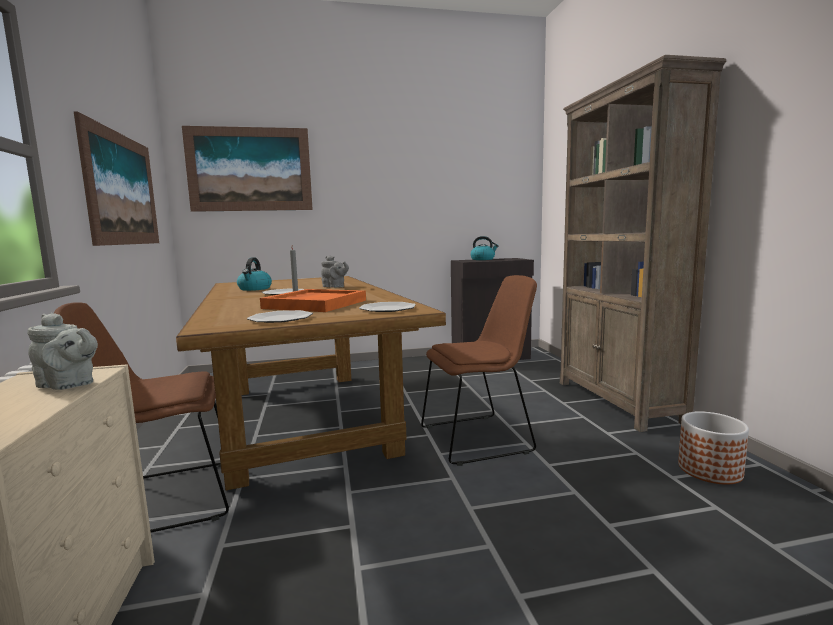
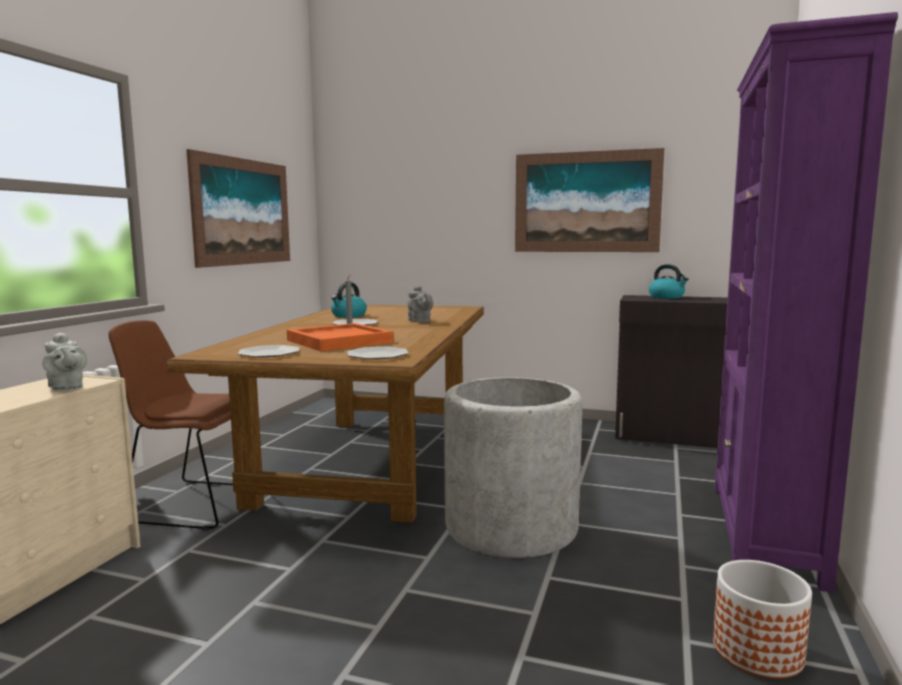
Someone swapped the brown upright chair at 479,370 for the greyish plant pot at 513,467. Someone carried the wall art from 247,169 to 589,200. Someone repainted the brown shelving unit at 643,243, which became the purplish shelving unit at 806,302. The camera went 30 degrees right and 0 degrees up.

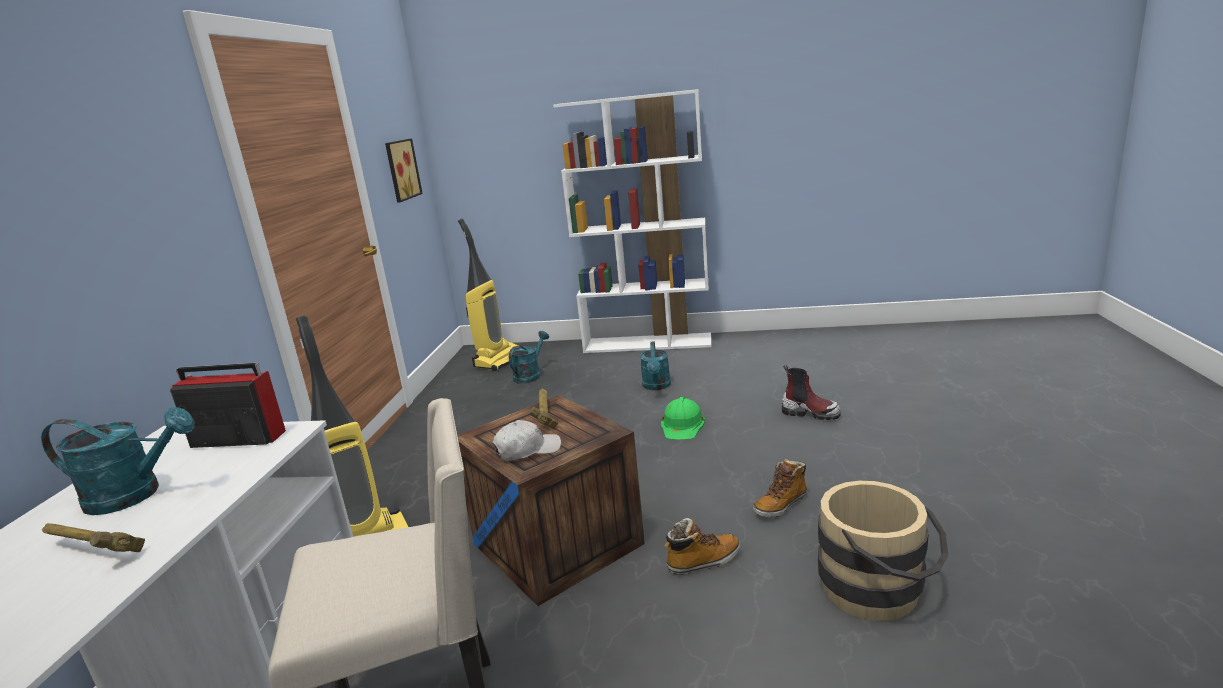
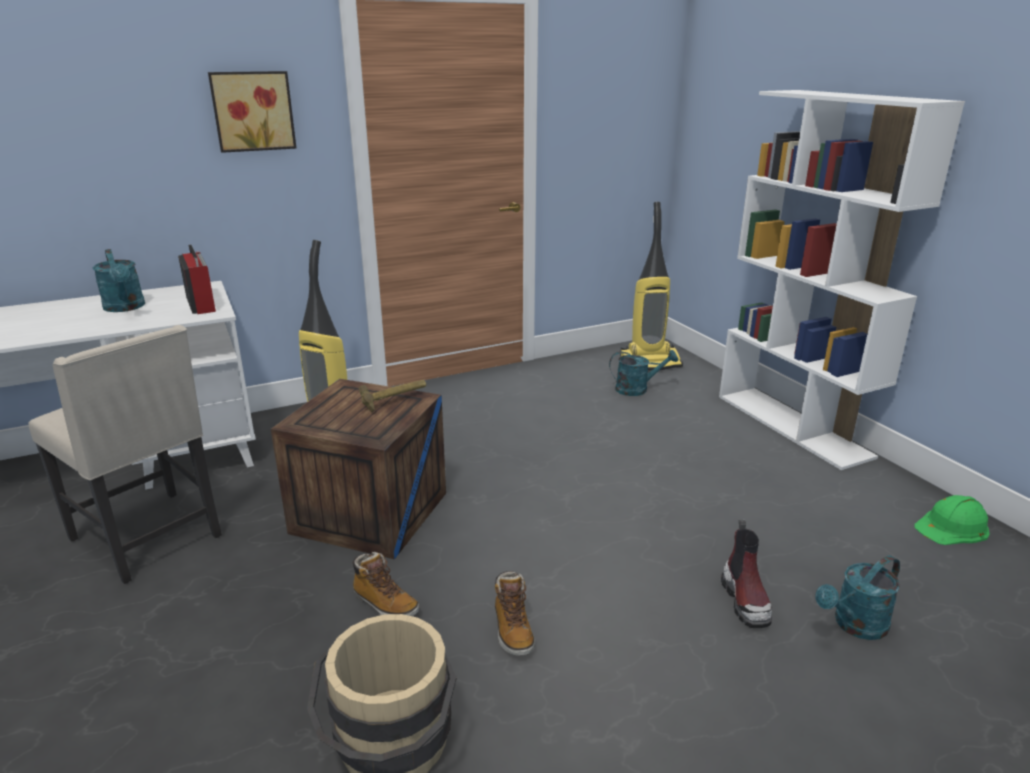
Someone carried the wall art from 404,171 to 252,112. Someone rotated the high-top boot at 780,488 by 120 degrees counterclockwise. Someone carried the turquoise-coloured sprinkling can from 655,365 to 858,597. Someone carried the greenish hard hat from 683,418 to 952,520. Someone took away the tool hammer at 93,537. Someone took away the white cap at 527,440. The camera went 55 degrees right and 5 degrees up.

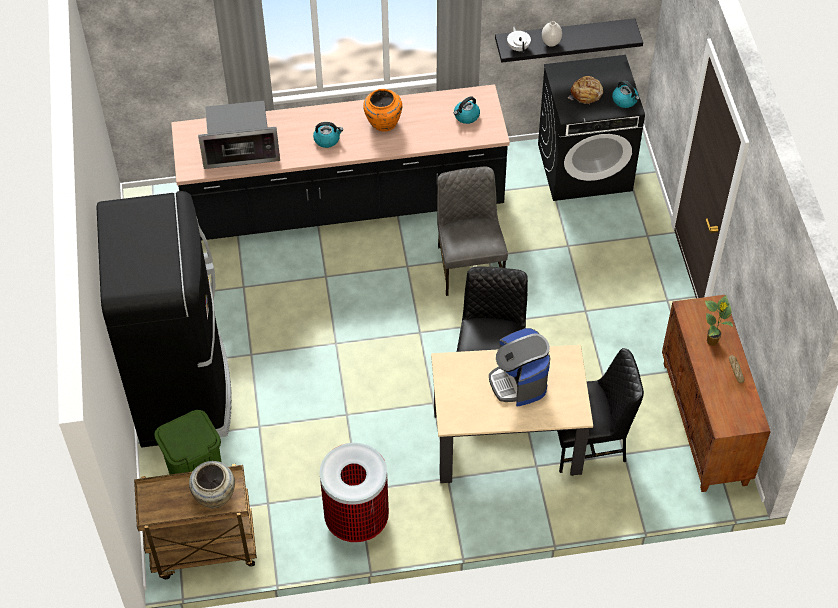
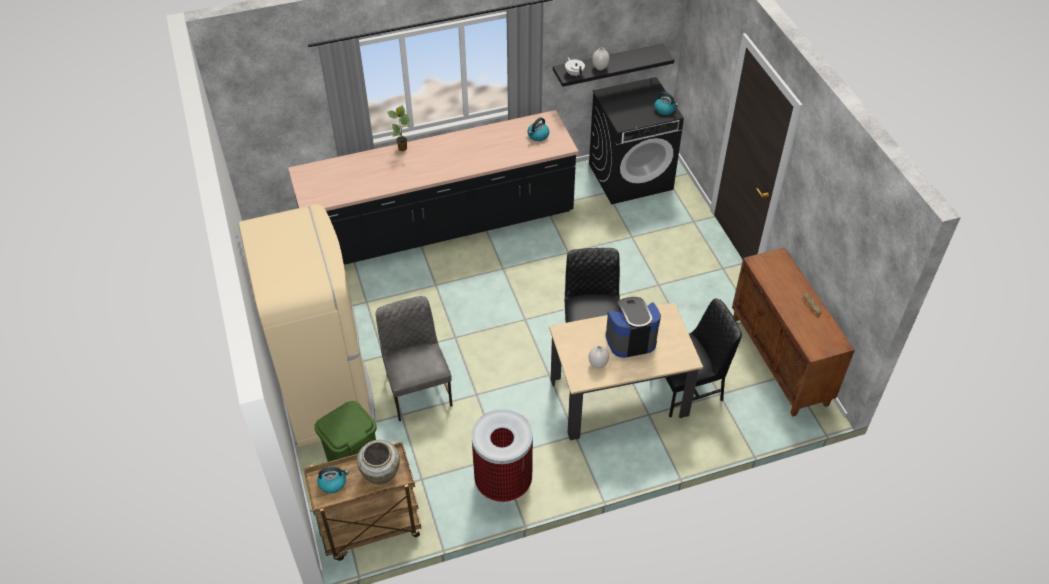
Someone repainted the black fridge at 164,319, which became the sand-coloured fridge at 306,325. Someone carried the water kettle from 328,135 to 333,479. Someone carried the greyish upright chair from 472,231 to 414,358. Someone carried the plant in a pot from 719,320 to 399,127. Someone put down the white flower vase at 599,356. Someone rotated the coffee maker at 519,367 by 105 degrees clockwise. Someone took away the microwave oven at 239,135. Someone took away the orangey flower vase at 382,110. Someone took away the baked bread at 585,90. The camera went 10 degrees left and 5 degrees down.

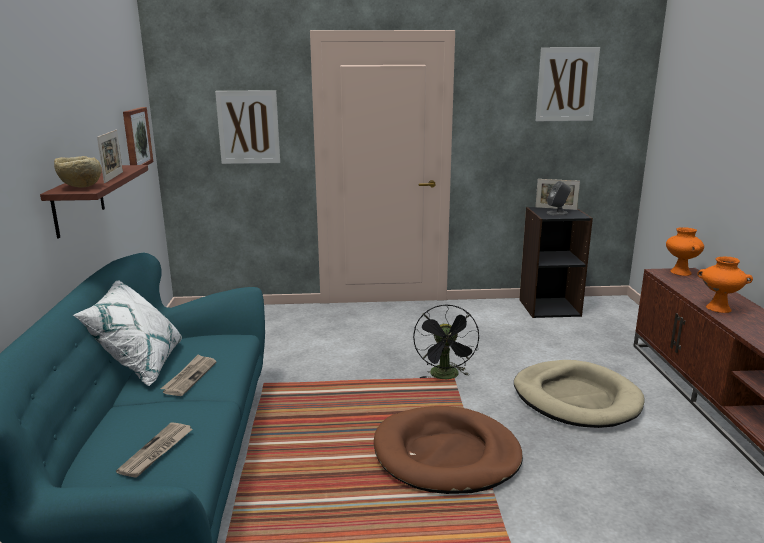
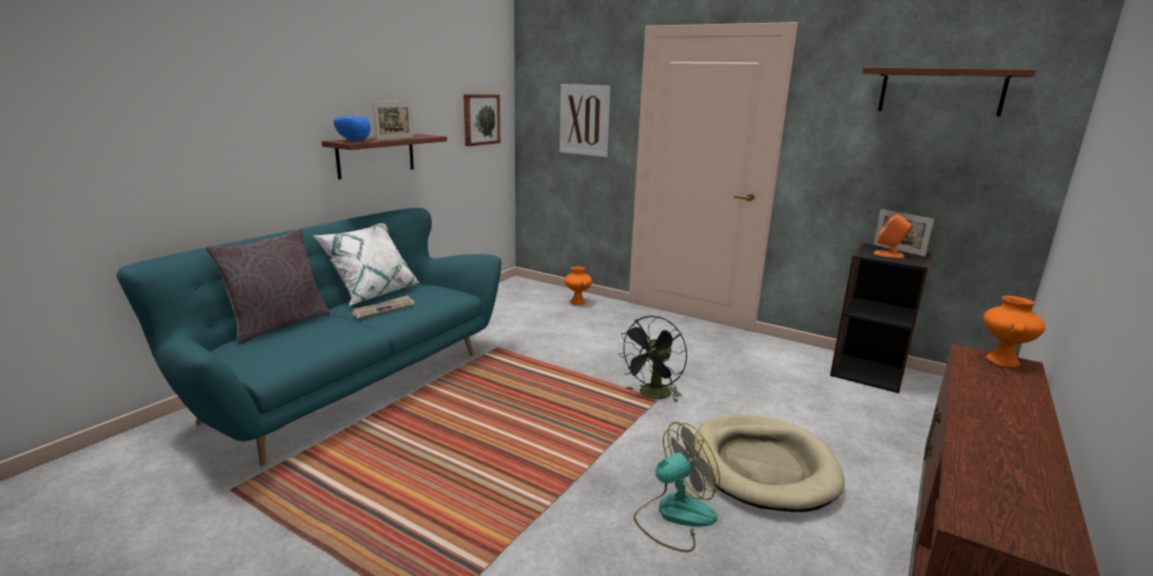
Someone put down the greyish throw pillow at 267,286. Someone repainted the sand-coloured serving bowl at 78,172, which became the bluish serving bowl at 352,128. Someone carried the orangey flower vase from 725,285 to 578,286. Someone put down the cooling fan at 677,487. Someone swapped the wall art at 568,84 for the wall shelf at 949,91. Someone repainted the greyish speaker at 559,198, which became the orangey speaker at 893,236. Someone took away the newspaper at 154,450. Someone took away the brown pet bed at 448,450. The camera went 35 degrees right and 0 degrees up.

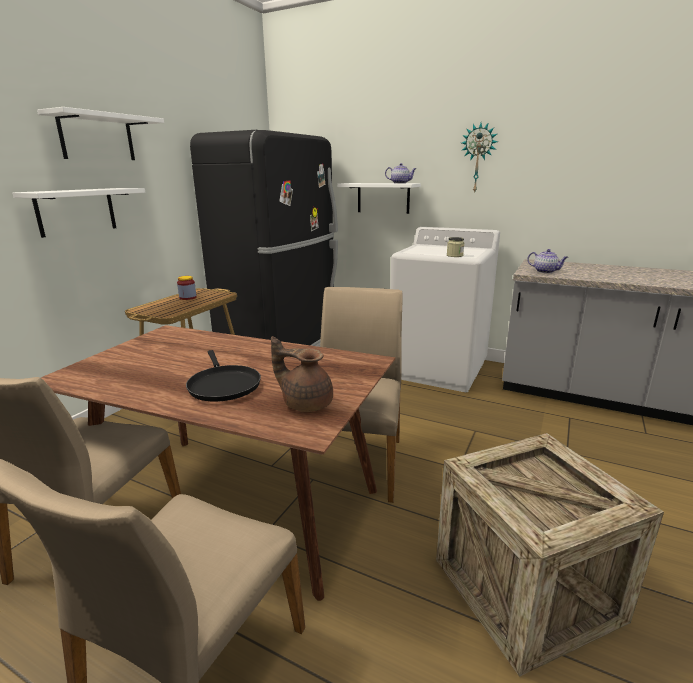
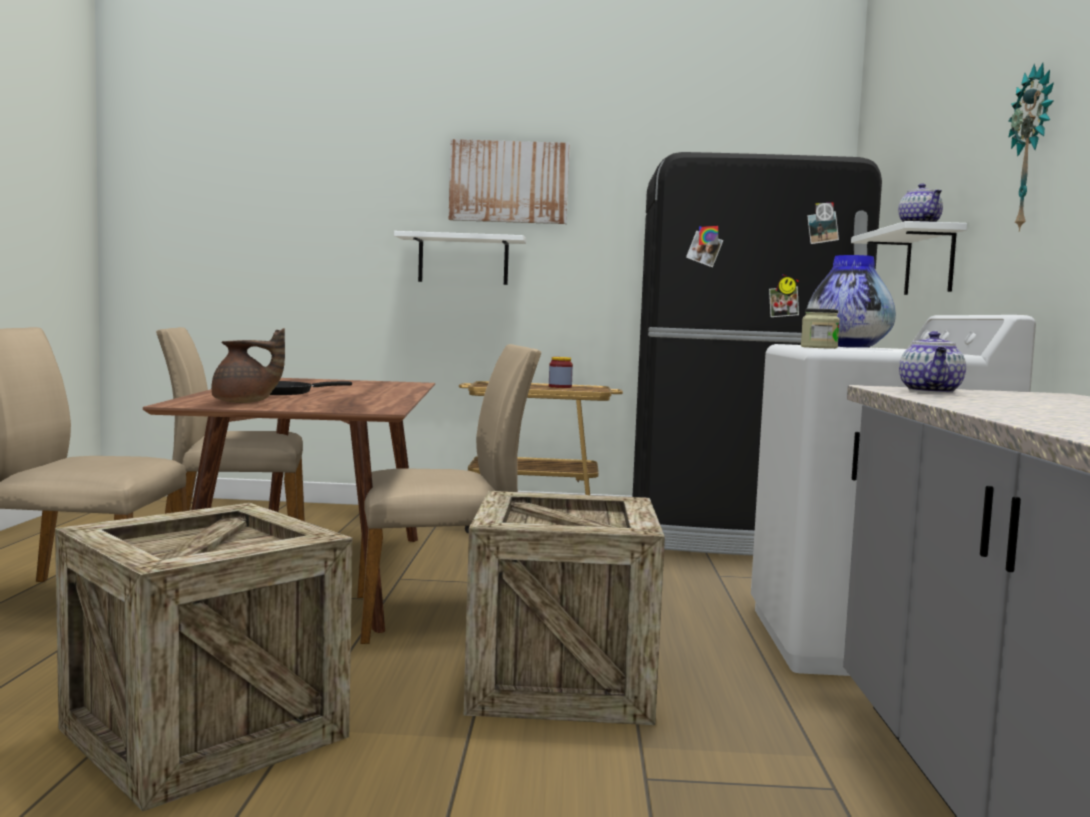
Someone rotated the brown teapot at 302,374 by 90 degrees clockwise. Someone swapped the white wall shelf at 100,133 for the wall art at 509,181. Someone put down the crate at 564,608. Someone put down the flower vase at 851,301. The camera went 65 degrees right and 15 degrees down.

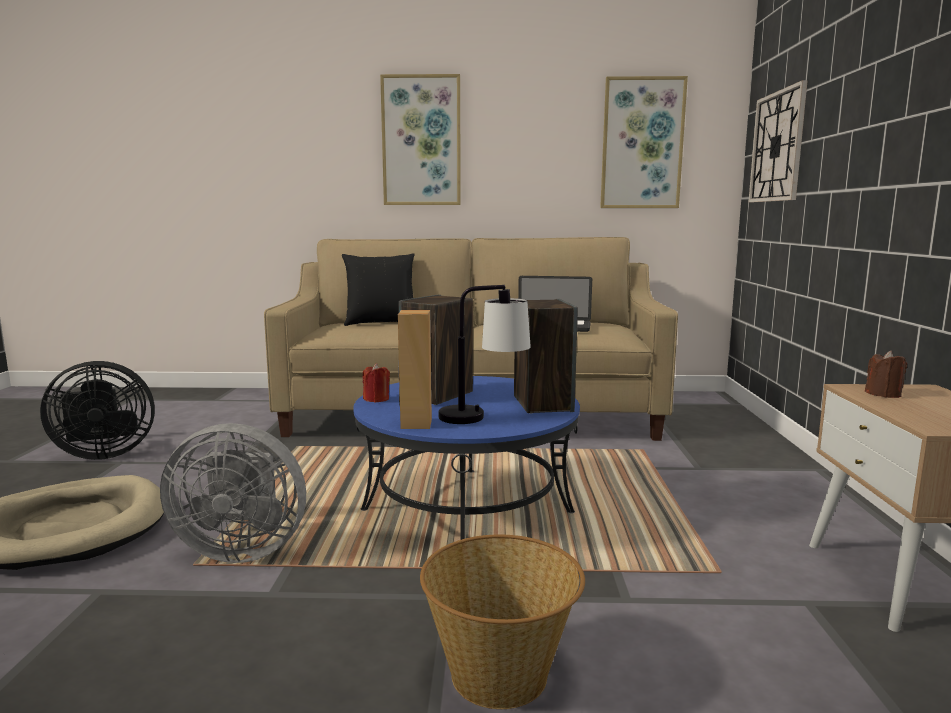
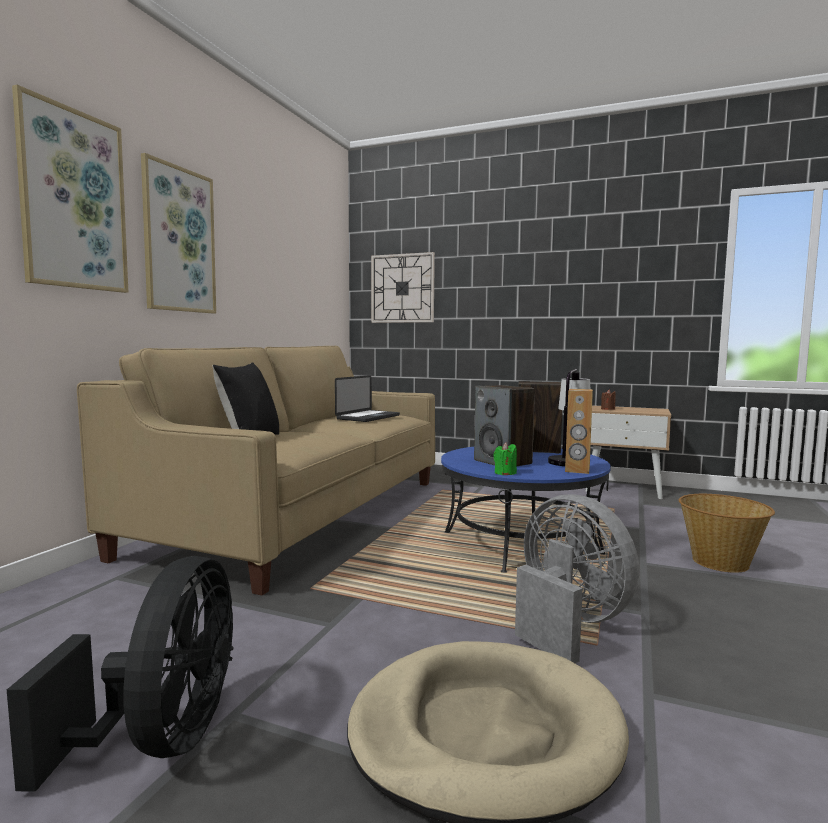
Someone carried the wall art from 644,142 to 70,189. Someone repainted the red wax light at 376,383, which became the greenish wax light at 505,459. Someone rotated the greyish cooling fan at 233,493 by 60 degrees counterclockwise. The camera went 70 degrees left and 5 degrees down.

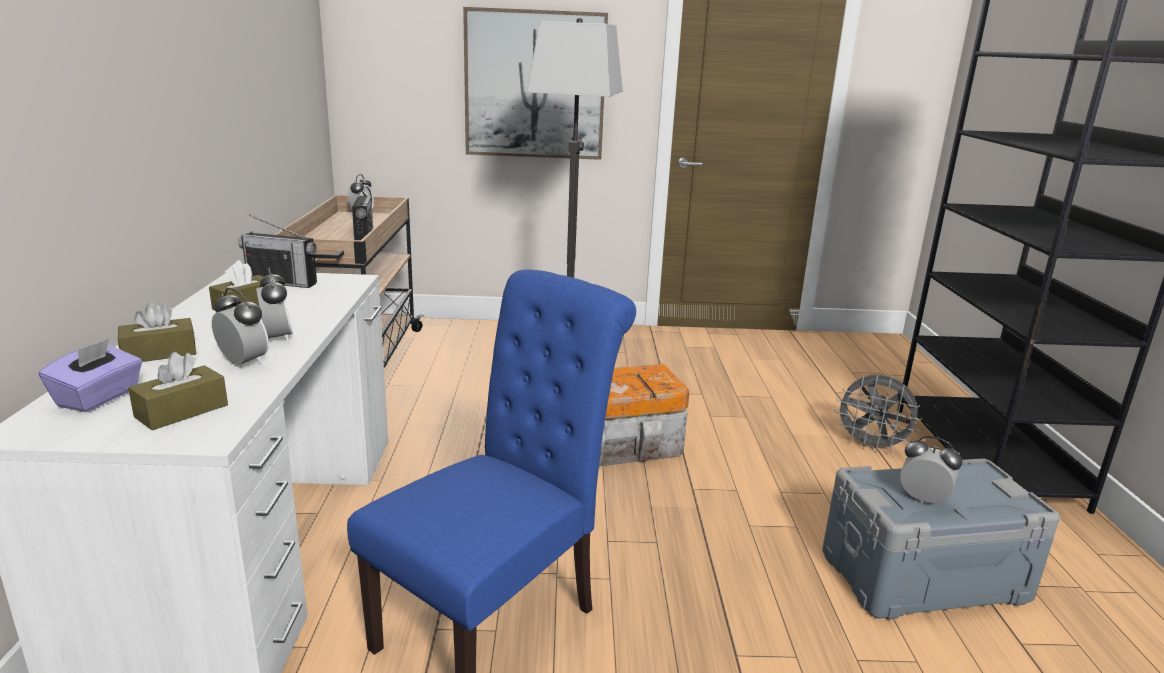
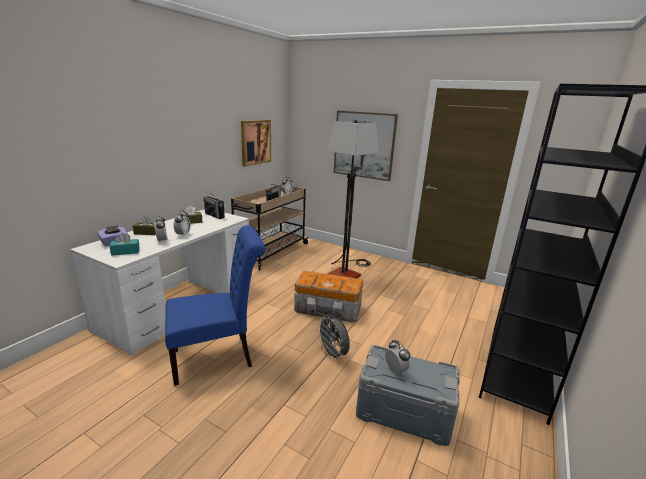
Someone repainted the brown box of tissues at 178,391, which became the turquoise-coloured box of tissues at 124,244. Someone put up the wall art at 256,143. Someone carried the greyish cooling fan from 878,414 to 333,338. The camera went 30 degrees right and 0 degrees up.

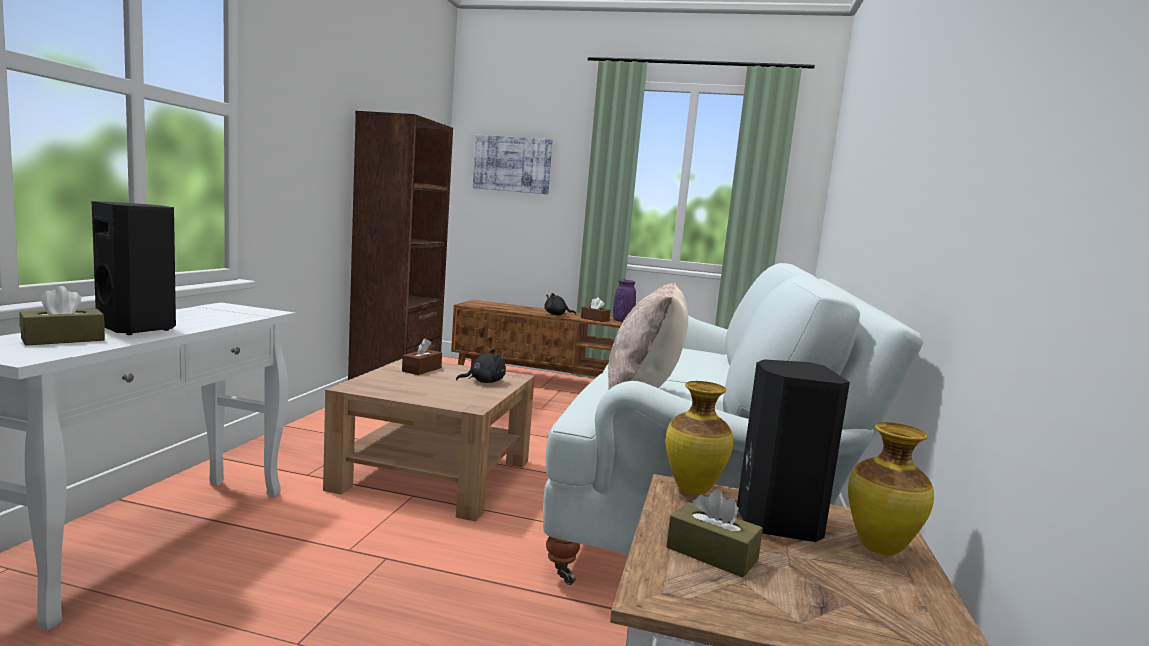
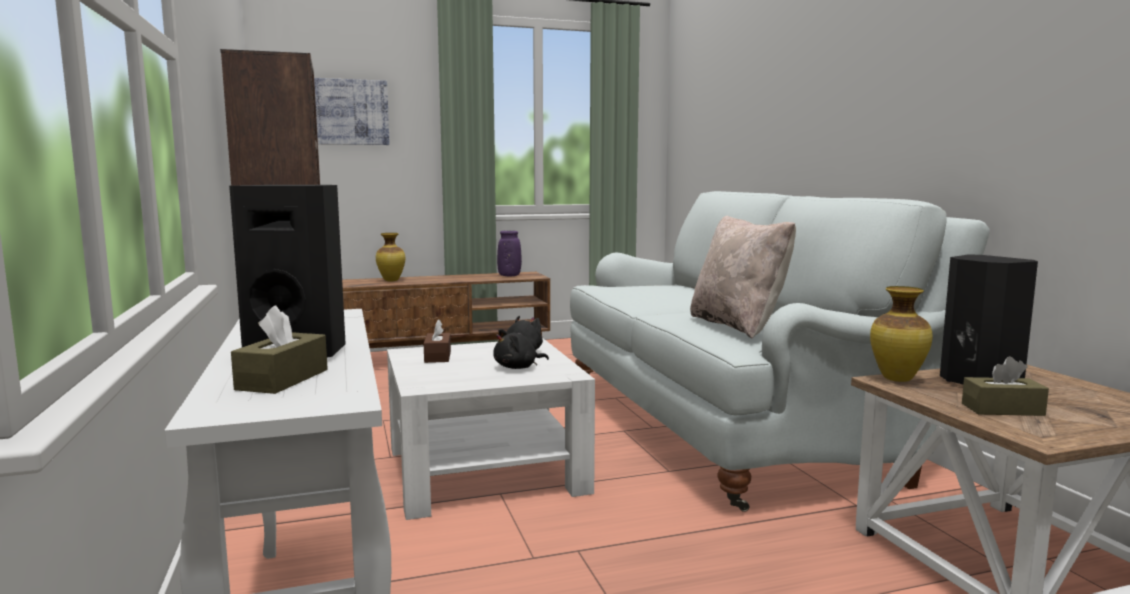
Someone carried the flower vase from 891,489 to 390,257. Someone repainted the brown lounge table at 429,440, which became the white lounge table at 491,429. Someone carried the black cuddly toy from 560,304 to 521,349. Someone took away the brown box of tissues at 595,309. The camera went 30 degrees left and 0 degrees up.

